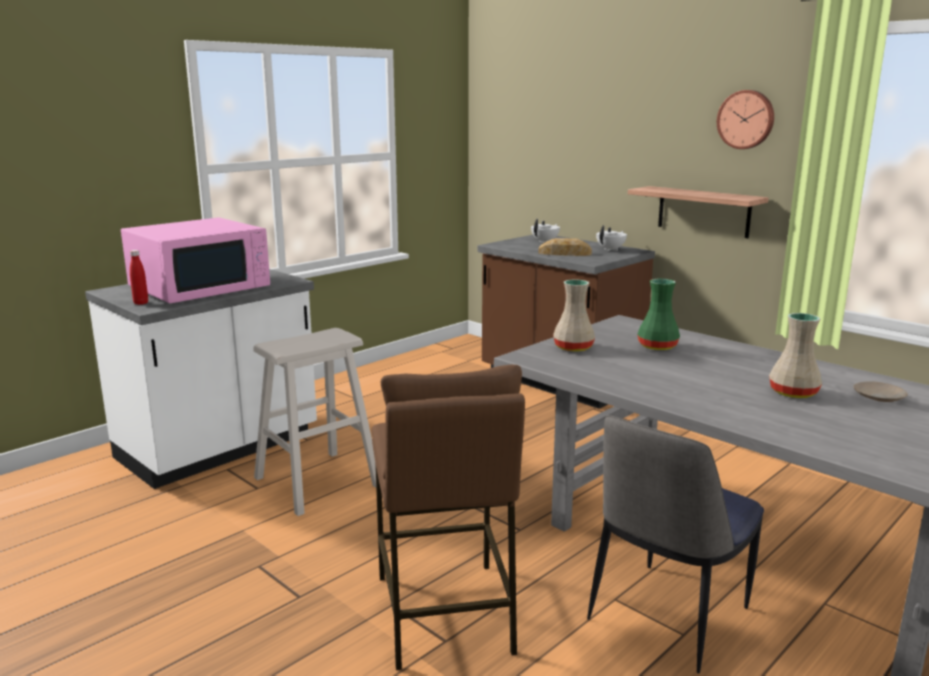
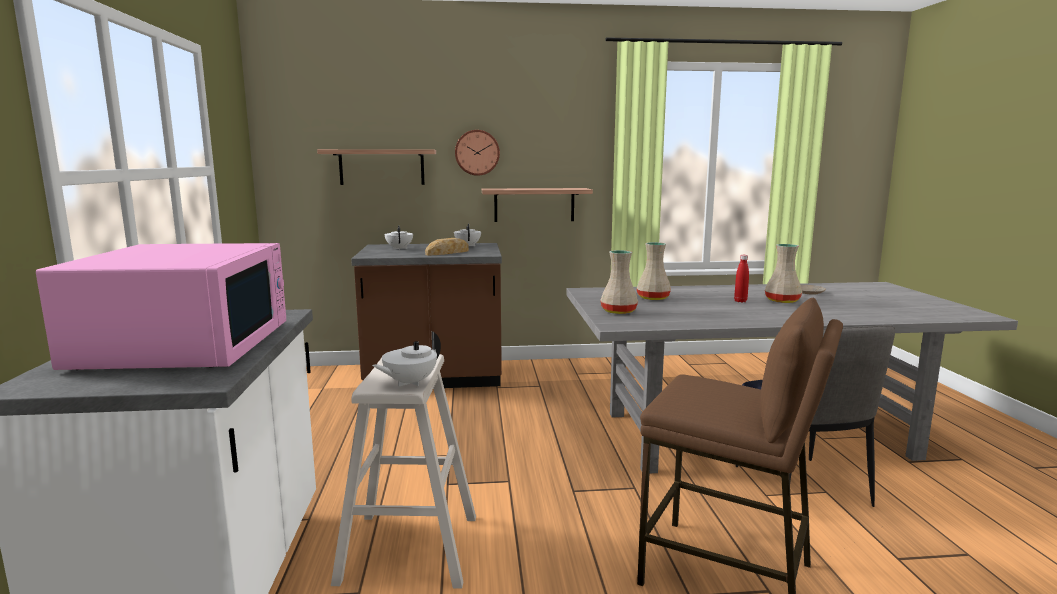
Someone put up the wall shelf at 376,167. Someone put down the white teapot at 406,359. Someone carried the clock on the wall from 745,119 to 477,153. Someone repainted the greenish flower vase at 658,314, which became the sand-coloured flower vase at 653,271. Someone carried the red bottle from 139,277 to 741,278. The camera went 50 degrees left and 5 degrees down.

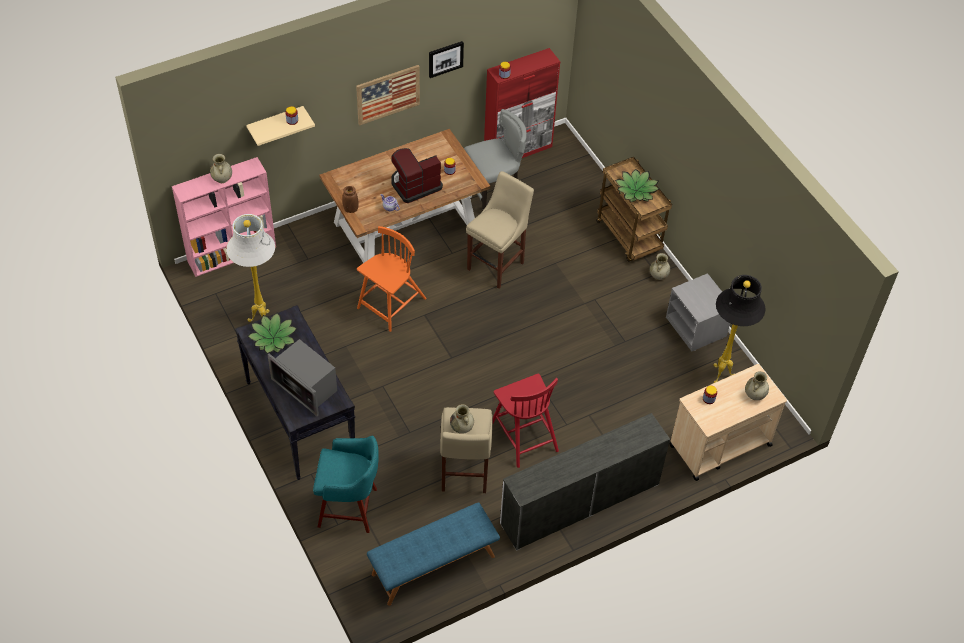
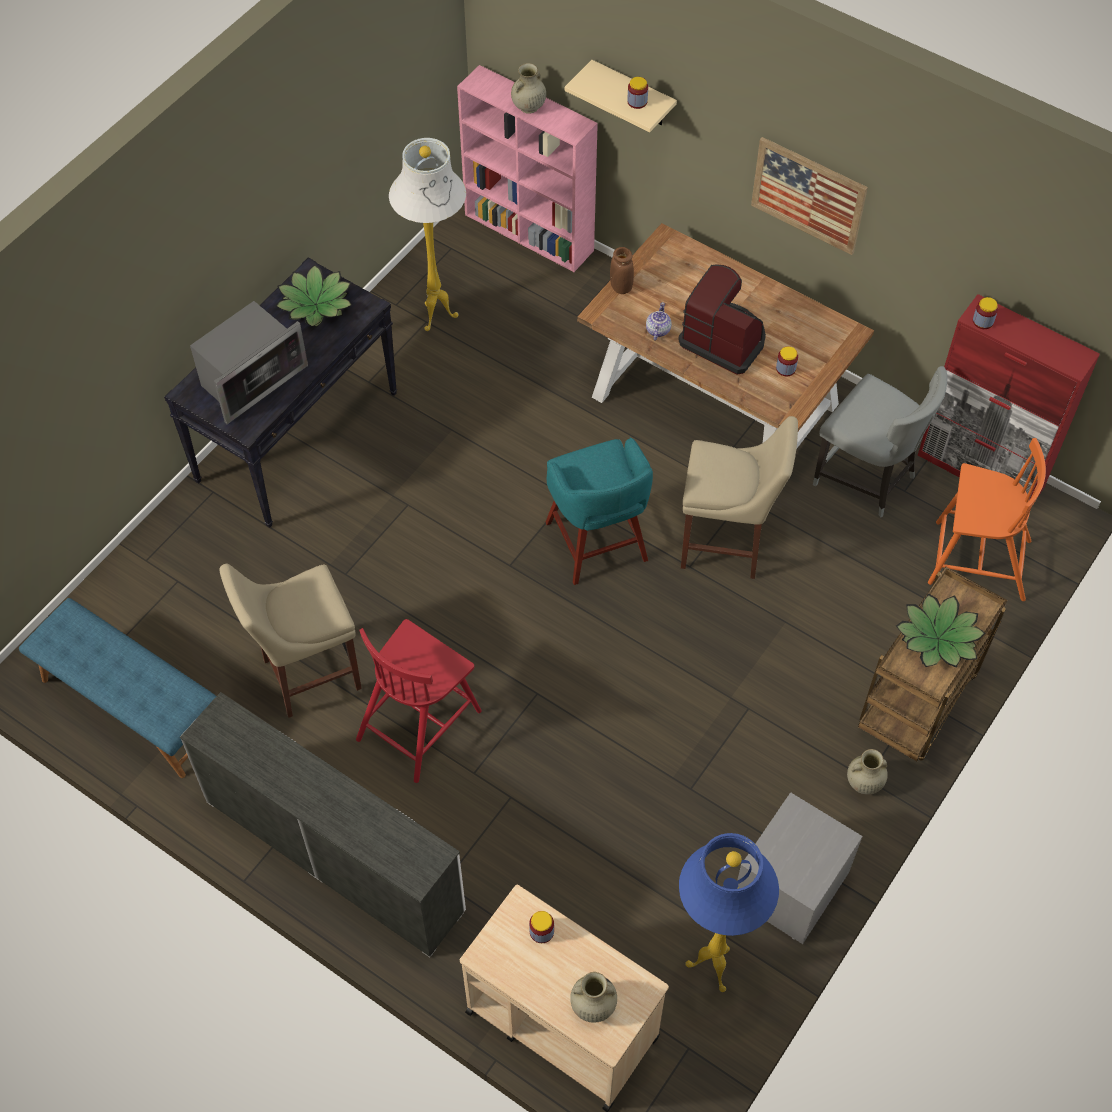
Someone rotated the microwave oven at 302,378 by 150 degrees counterclockwise. Someone carried the turquoise-coloured sitting stool from 346,484 to 599,511. Someone repainted the black standard lamp at 739,329, which became the bluish standard lamp at 729,912. Someone carried the orangey upright chair from 392,279 to 987,519. Someone took away the wall art at 446,59. Someone took away the sand-coloured flower vase at 462,419. The camera went 65 degrees right and 5 degrees up.

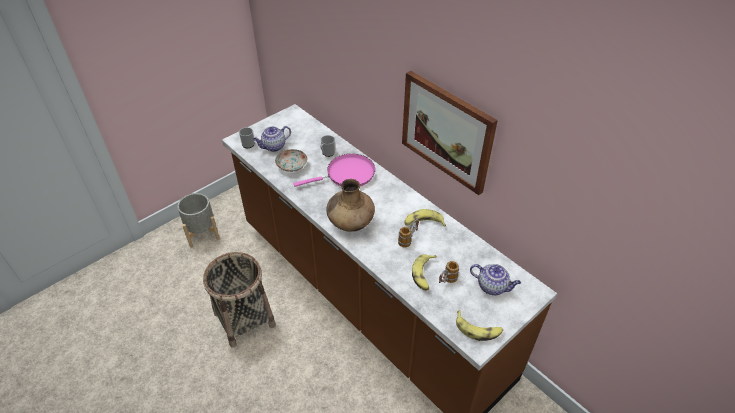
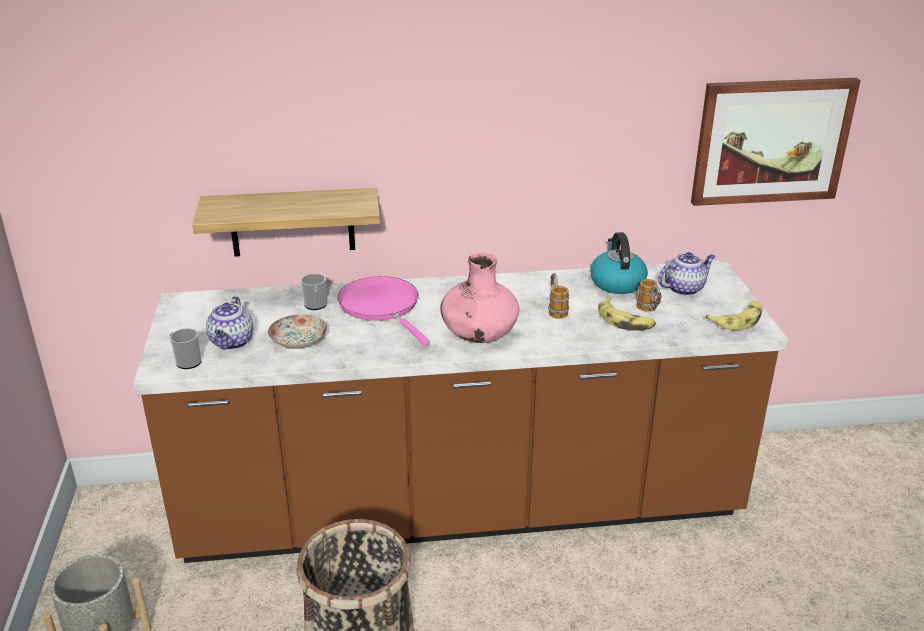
Someone put up the wall shelf at 286,222. Someone rotated the pink frying pan at 334,170 by 45 degrees counterclockwise. Someone repainted the brown flower vase at 350,205, which became the pink flower vase at 479,298. Someone put down the water kettle at 619,263. Someone carried the wall art from 450,133 to 776,142. Someone took away the banana at 425,218. The camera went 55 degrees left and 15 degrees down.

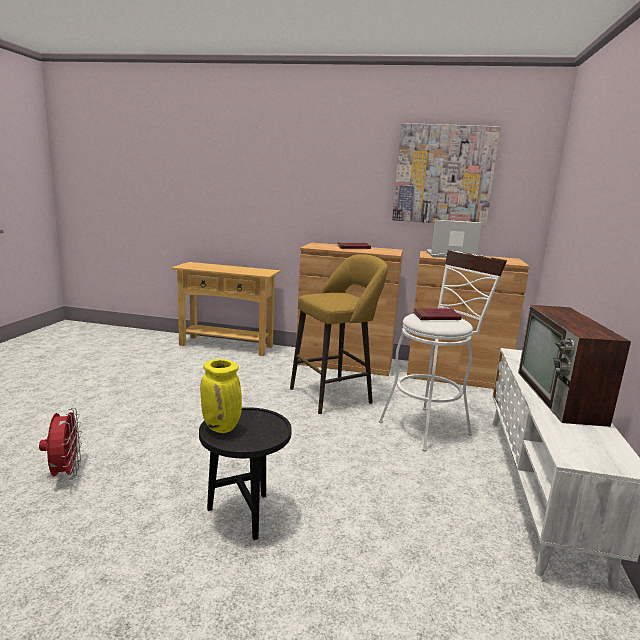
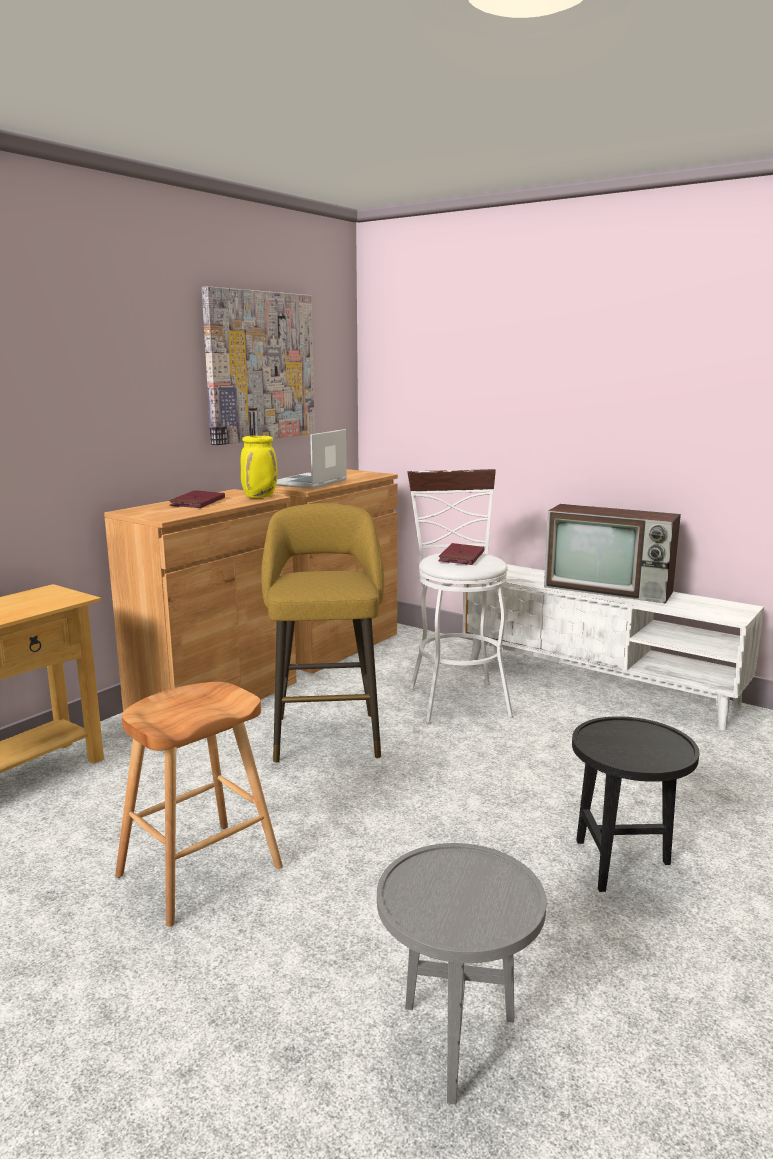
Someone put down the brown sitting stool at 199,804. Someone carried the yellow flower vase from 221,396 to 259,467. Someone swapped the red cooling fan at 60,444 for the greyish end table at 461,974. The camera went 65 degrees left and 0 degrees up.

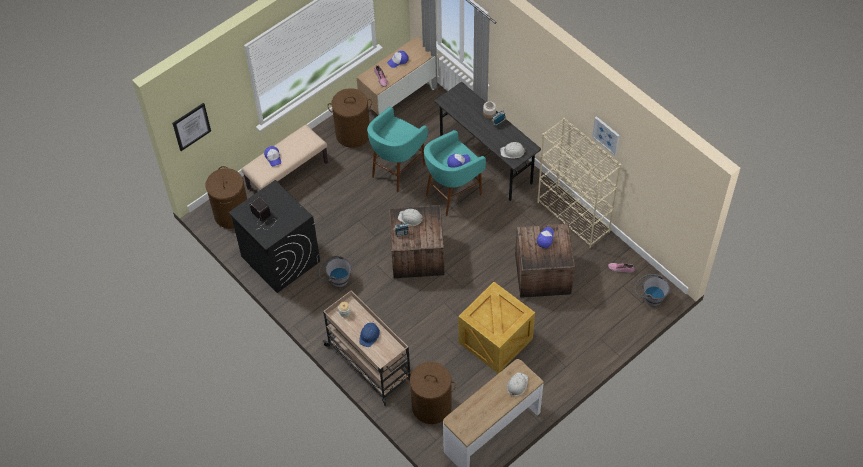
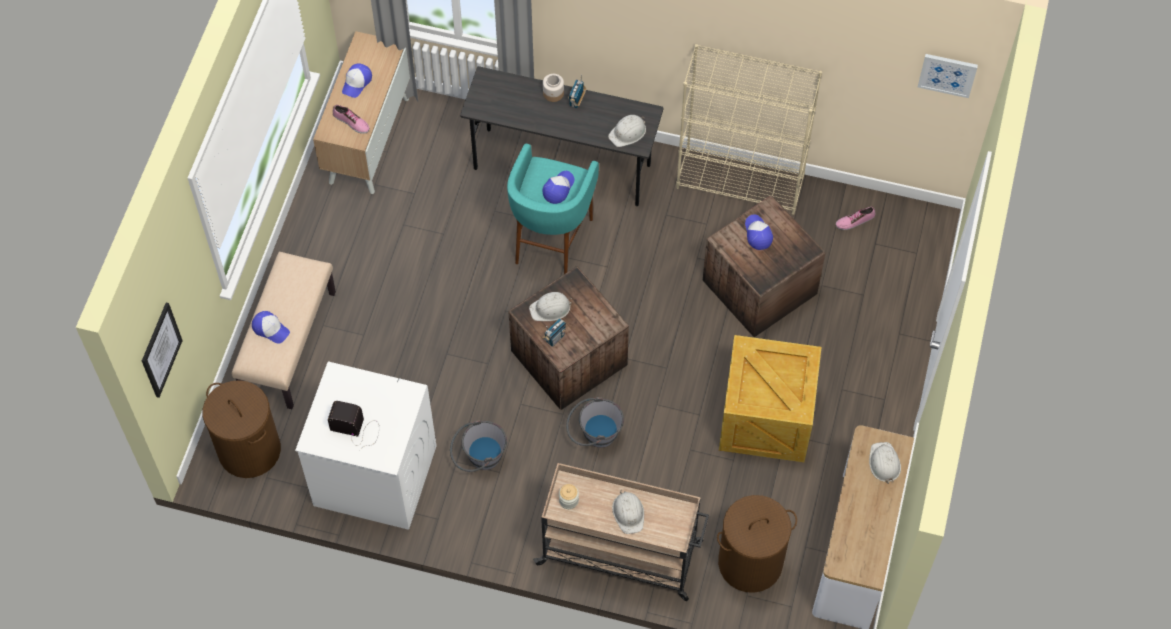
Someone repainted the black laundry machine at 274,236, which became the white laundry machine at 366,445. Someone carried the greyish pail from 652,290 to 595,422. Someone repainted the bluish hard hat at 369,334, which became the white hard hat at 628,512. Someone carried the wall art from 606,136 to 948,76. Someone took away the brown hamper at 349,118. Someone took away the turquoise-coloured sitting stool at 397,149. The camera went 35 degrees left and 5 degrees up.

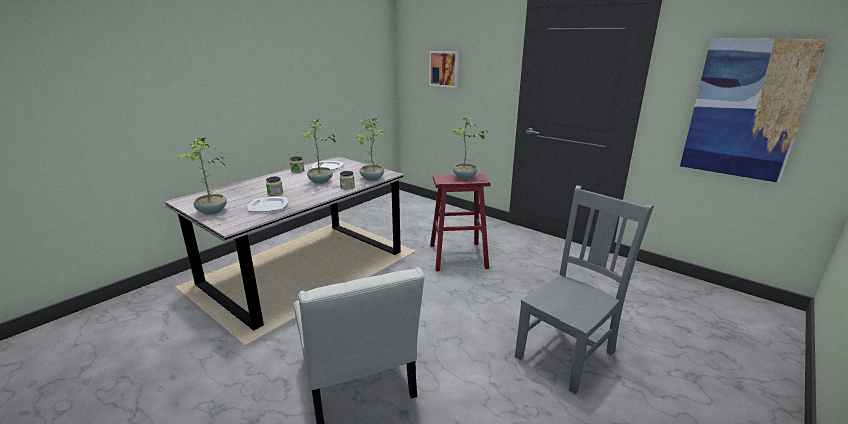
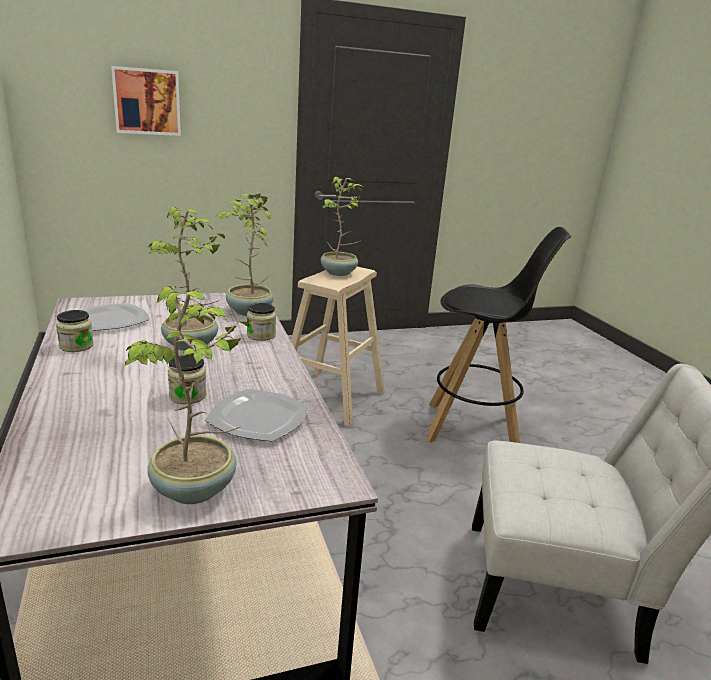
Someone repainted the red sitting stool at 460,222, which became the sand-coloured sitting stool at 338,347. Someone put down the black sitting stool at 498,335. Someone took away the greyish upright chair at 584,290. Someone took away the wall art at 754,110. The camera went 60 degrees left and 0 degrees up.

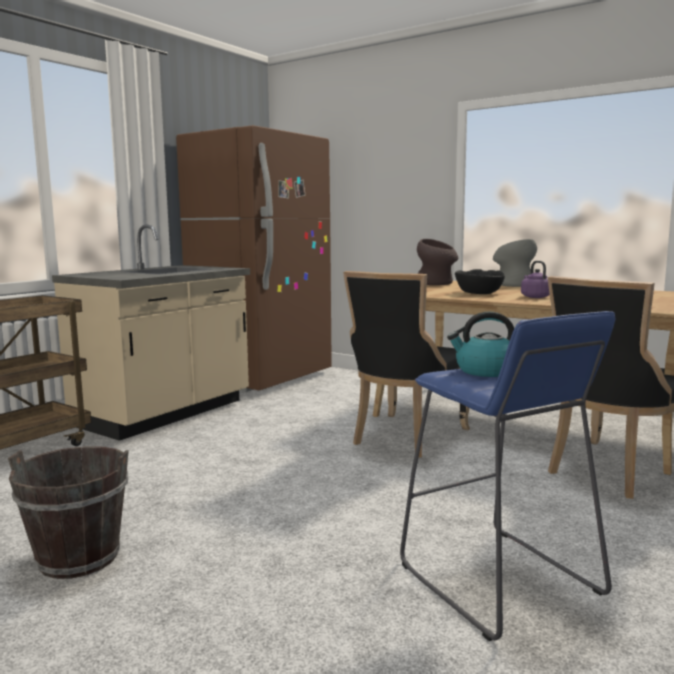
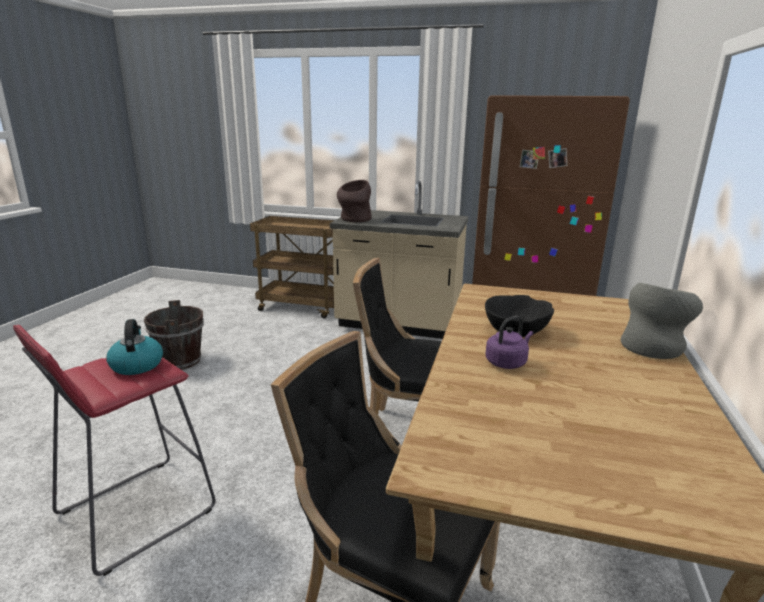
Someone repainted the bluish sitting stool at 507,476, which became the red sitting stool at 114,450. Someone carried the brown flower vase from 437,262 to 354,201. The camera went 70 degrees right and 10 degrees up.

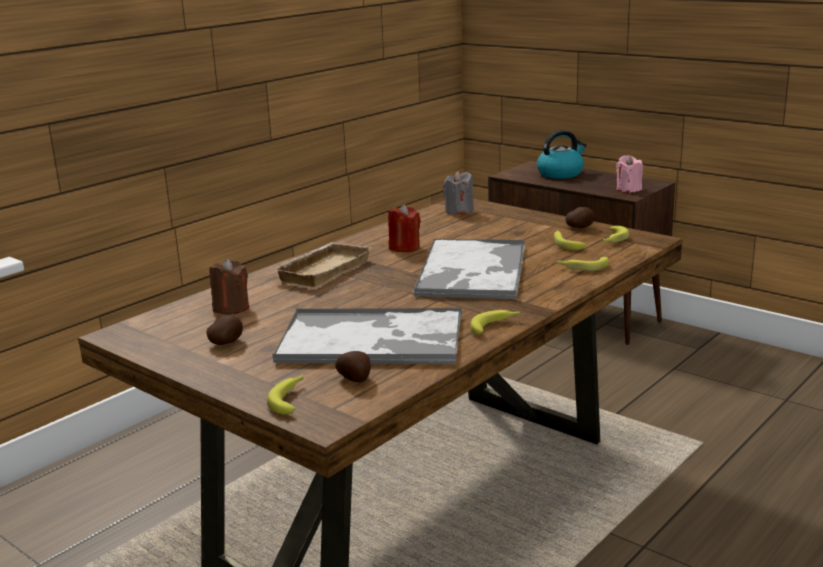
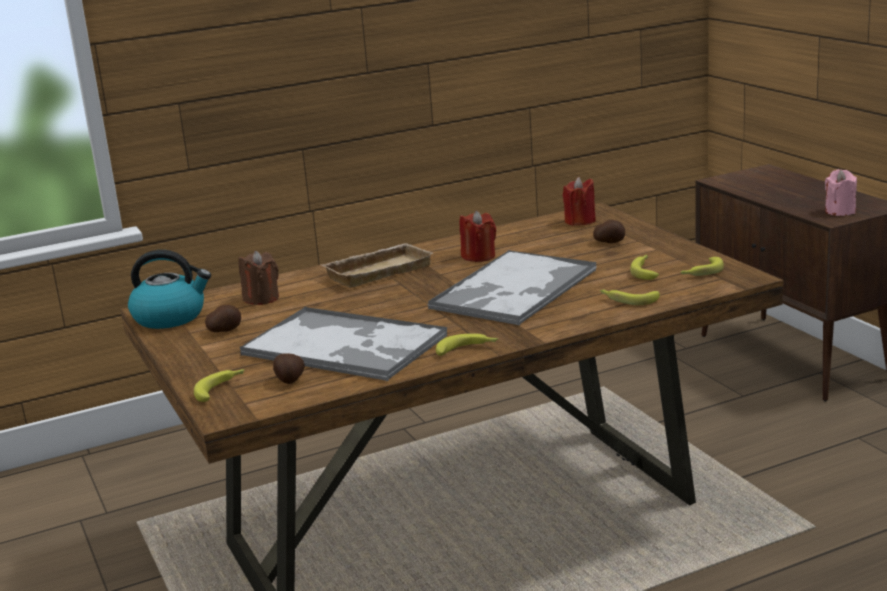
Someone carried the water kettle from 562,154 to 169,289. Someone repainted the greyish wax light at 458,193, which became the red wax light at 579,201. Someone carried the potato from 580,217 to 609,231. The camera went 25 degrees right and 0 degrees up.

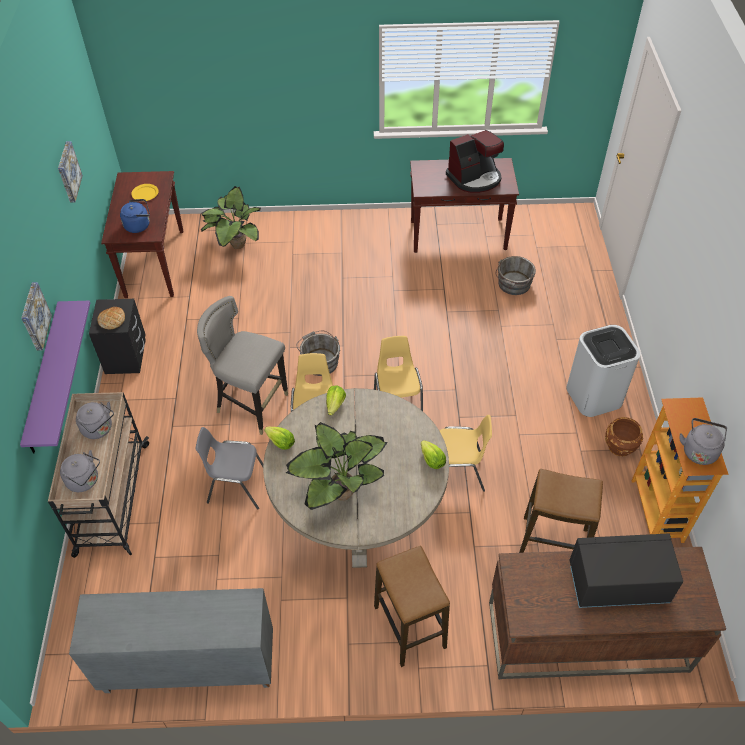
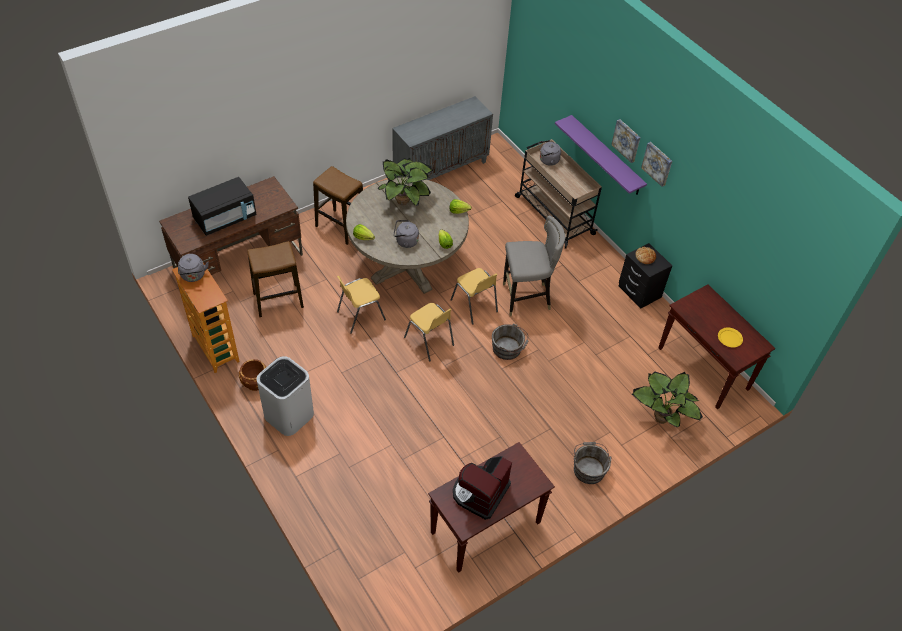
Someone carried the greyish water kettle from 95,420 to 406,234. Someone carried the greyish pail from 516,275 to 593,463. Someone carried the wall art from 70,172 to 656,164. Someone took away the bluish water kettle at 135,216. Someone took away the greyish upright chair at 229,468. The camera went 145 degrees right and 0 degrees up.

